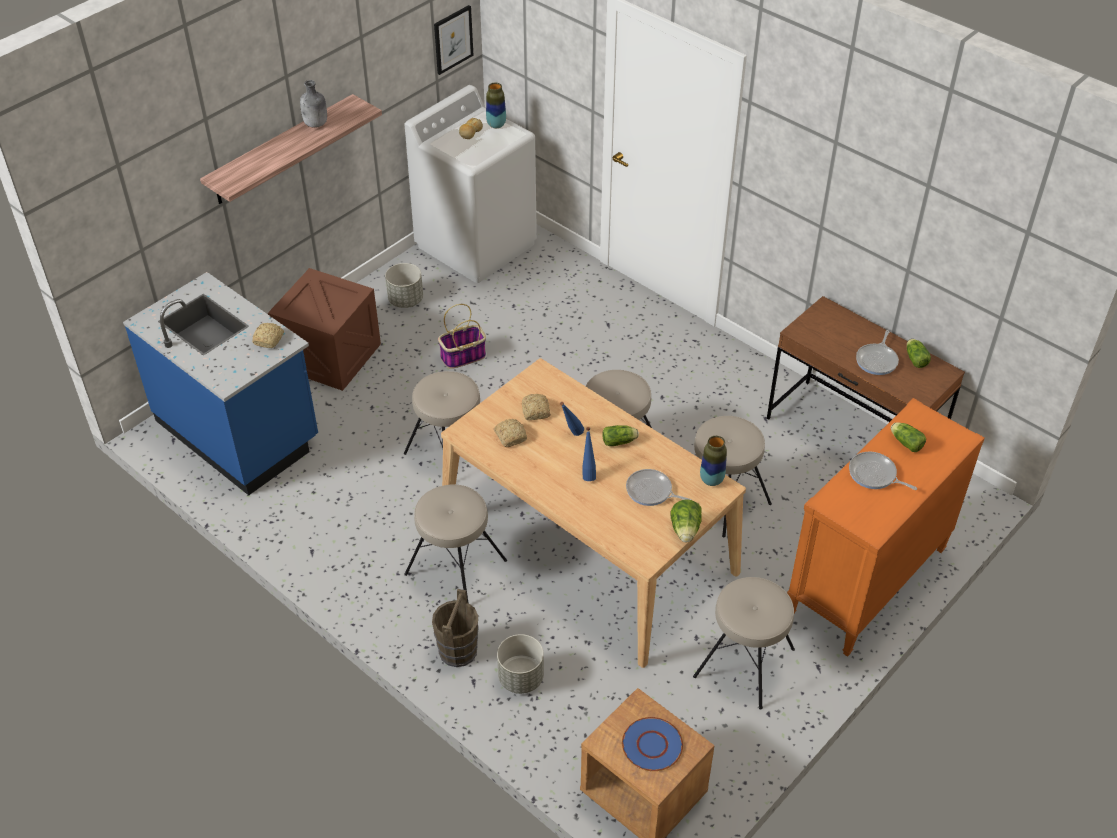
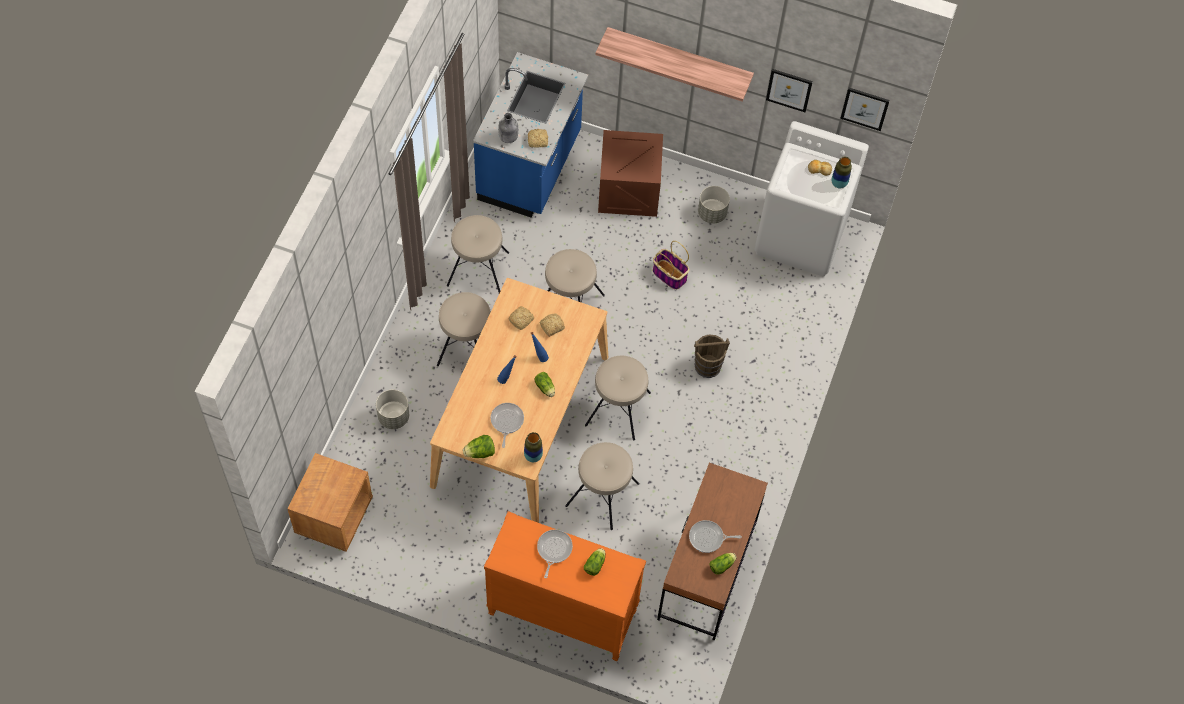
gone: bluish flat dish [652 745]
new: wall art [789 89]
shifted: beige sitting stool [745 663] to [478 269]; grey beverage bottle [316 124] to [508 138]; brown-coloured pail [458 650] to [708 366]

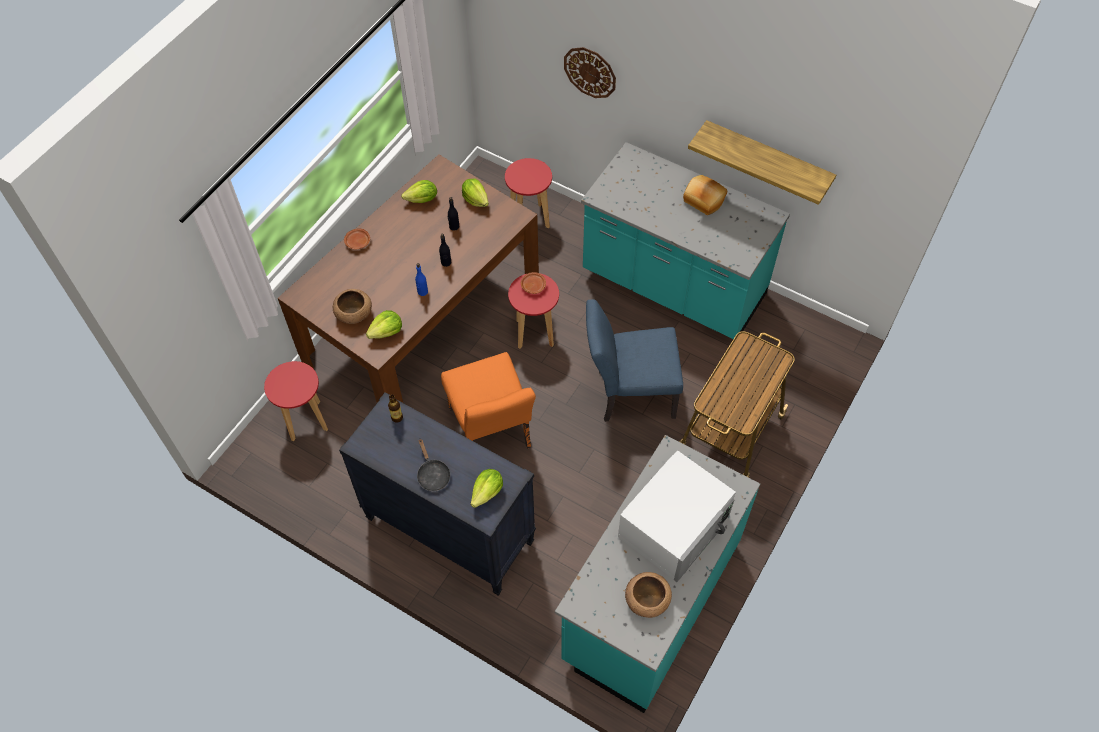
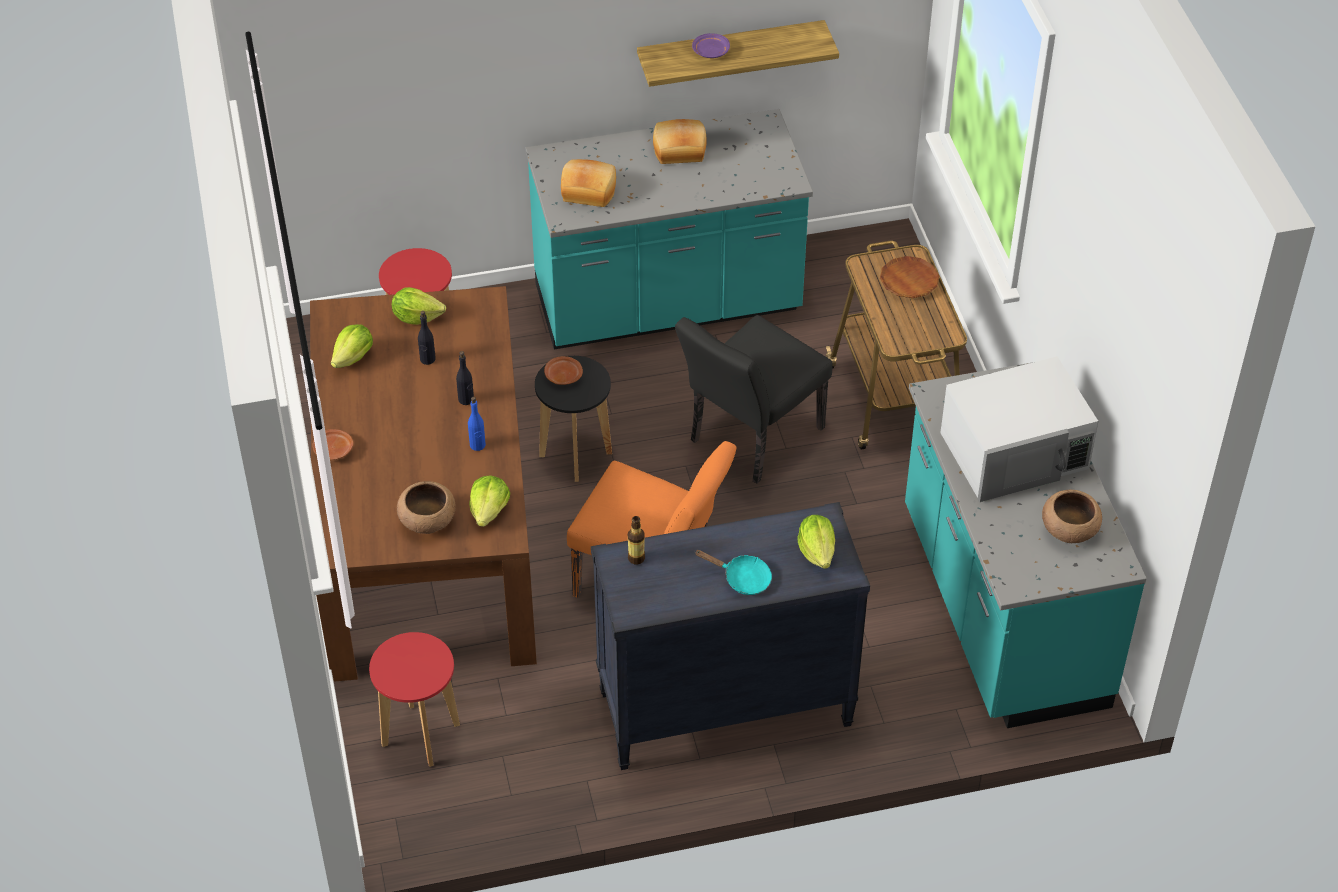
gone: wall clock [590 72]
new: bakery bread [589 190]; purple-coloured flat dish [710 51]; brown-coloured flat dish [909 281]
repainted: reddish sitting stool [535 333] to black-coloured sitting stool [576 455]; bluish upright chair [629 393] to black-coloured upright chair [749 439]; black-coloured pan [432 474] to turquoise-coloured pan [742 578]
rotated: white-coloured kitchen microwave [675 526] = [1015 451] 75 degrees clockwise

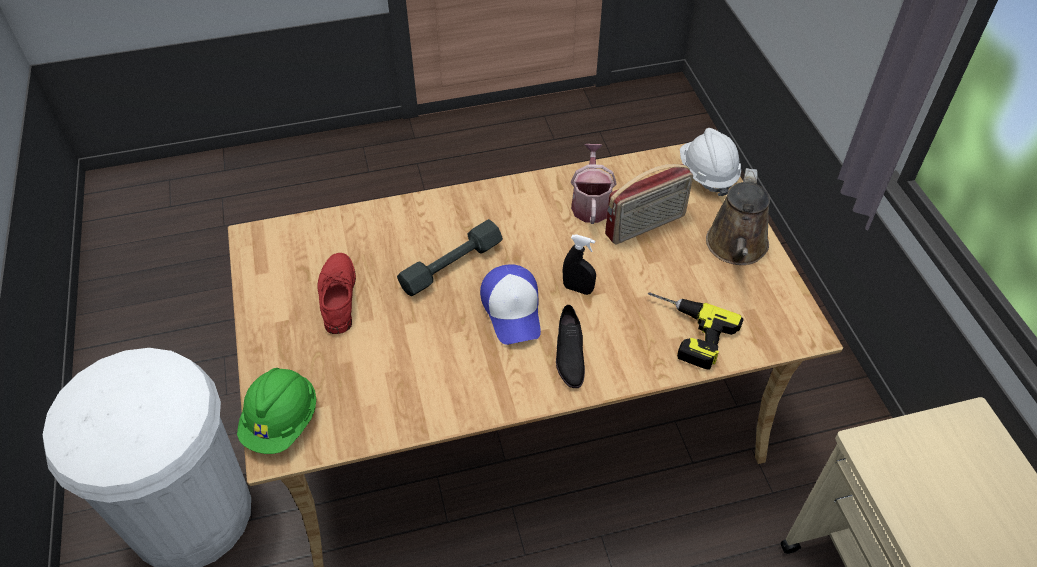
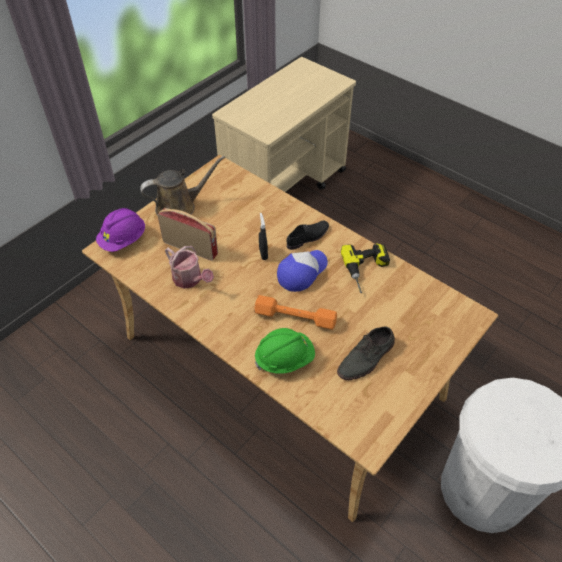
shifted: greenish safety helmet [282 422] to [284 359]; drill [684 332] to [367 271]
repainted: white-coloured safety helmet [707 174] to purple-coloured safety helmet [123 240]; grey hand weight [451 265] to orange hand weight [295 317]; reddish shoe [337 295] to grey shoe [366 358]
rotated: watering can [591 203] = [190 280] 105 degrees counterclockwise

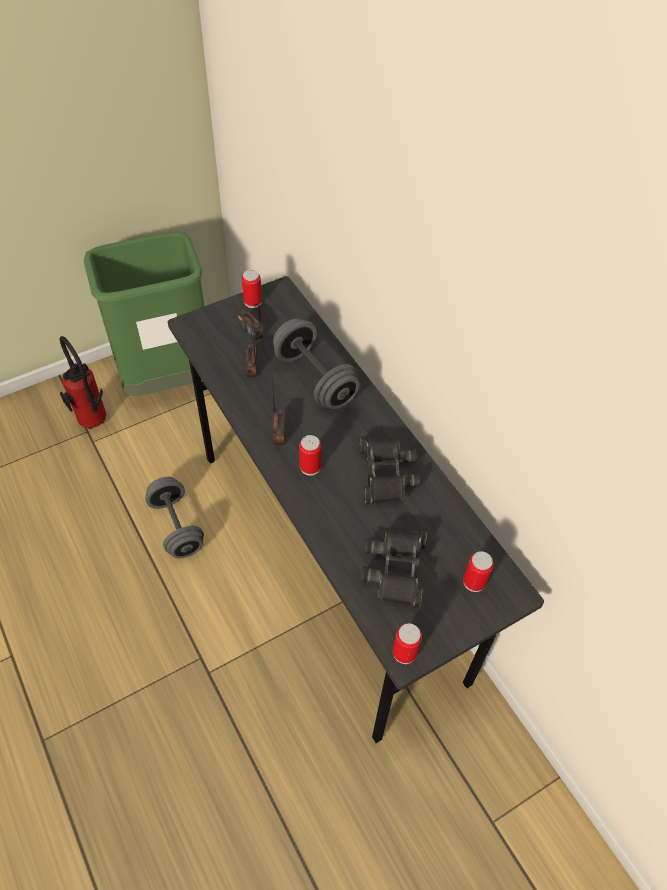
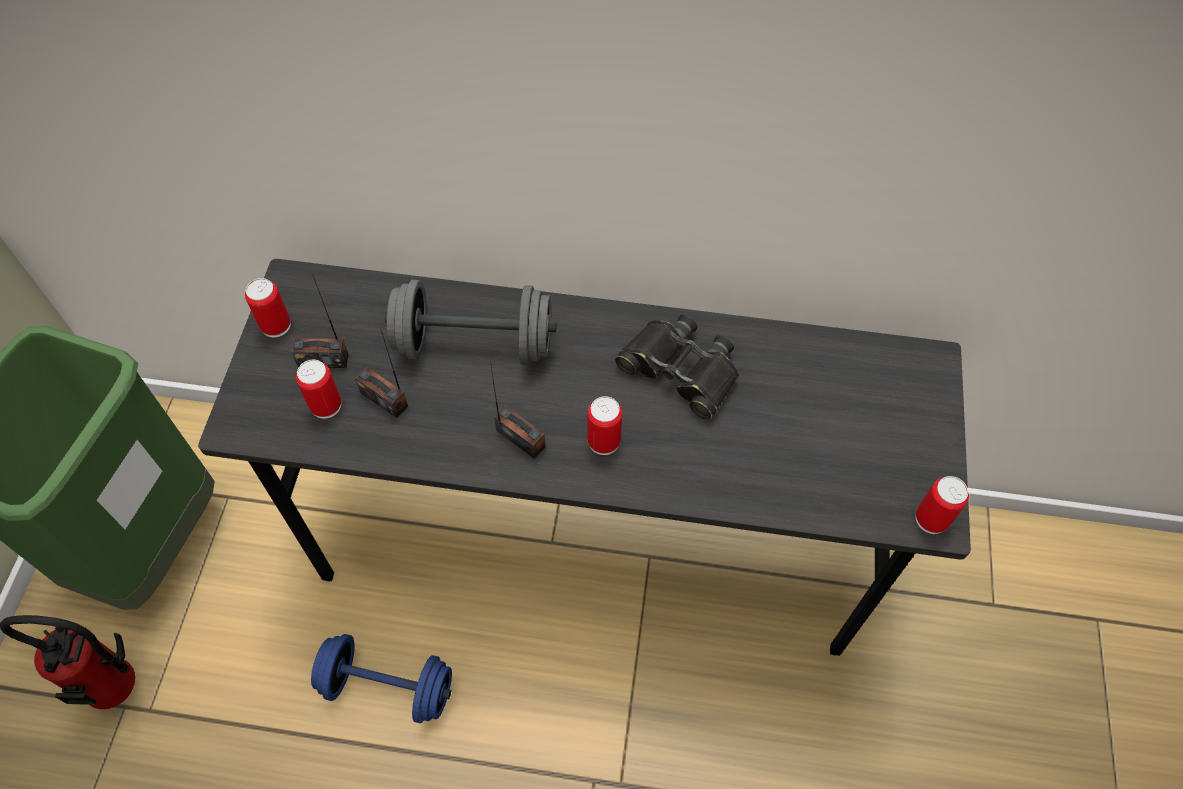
gone: black-coloured field glasses [396 568]
shifted: can [474 582] to [326 405]
repainted: grey hand weight [176 527] to bluish hand weight [387 686]

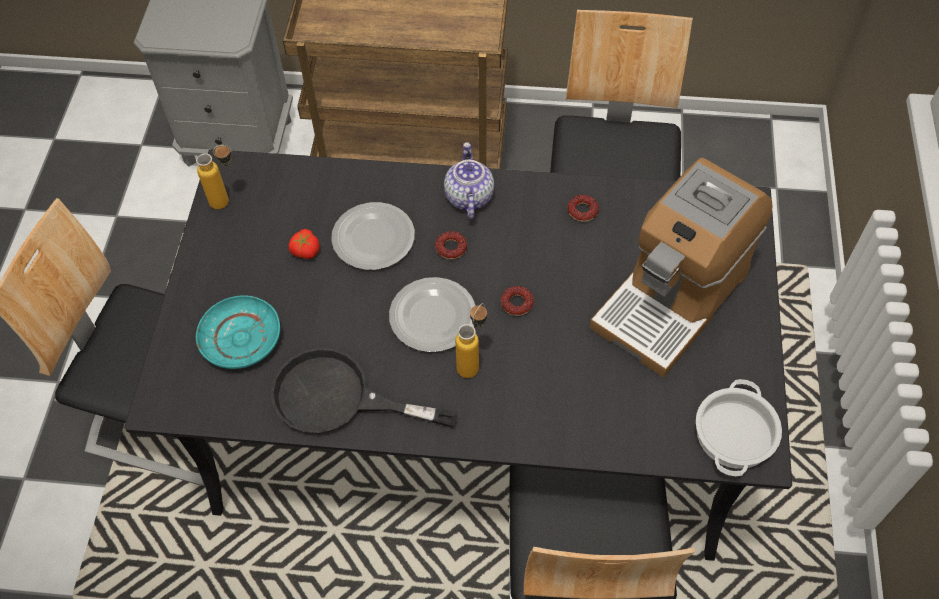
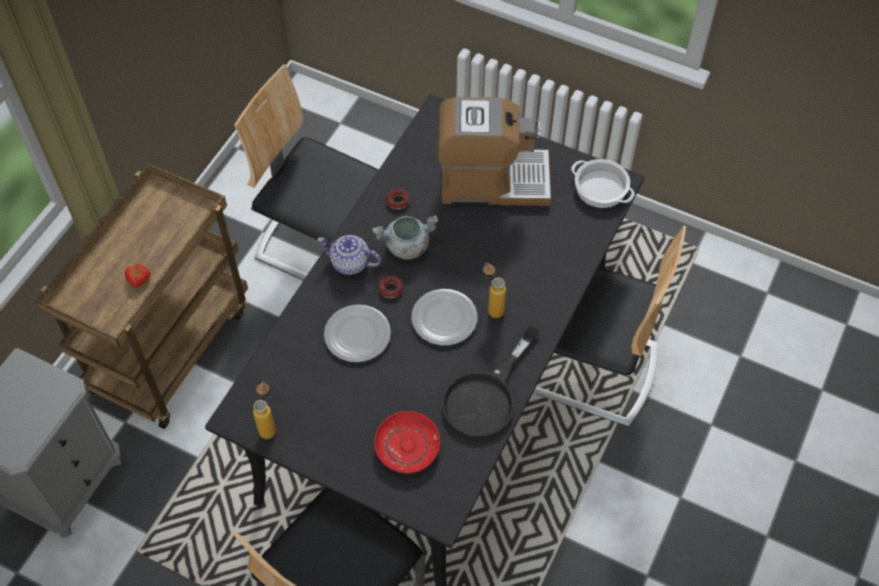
gone: donut [517 303]
new: grey saucepot [406 246]
shifted: tomato [305 251] to [139 280]
repainted: turquoise-coloured flat dish [241 339] to reddish flat dish [407 446]
rotated: coffee brewer [671 298] = [492 180] 60 degrees counterclockwise

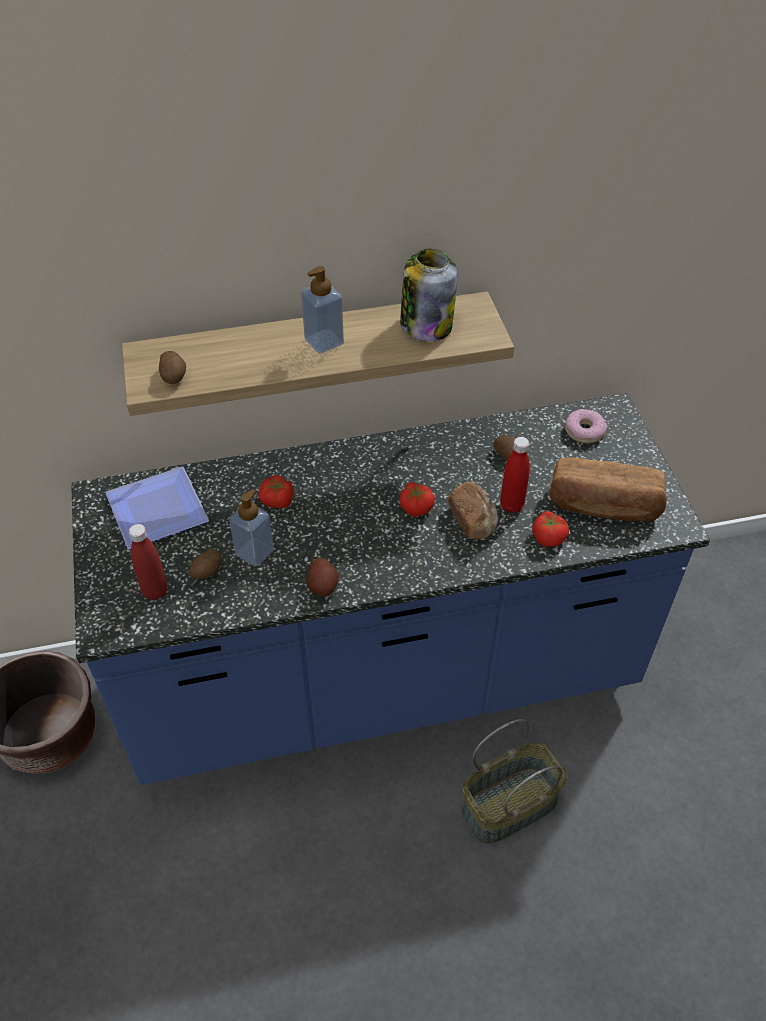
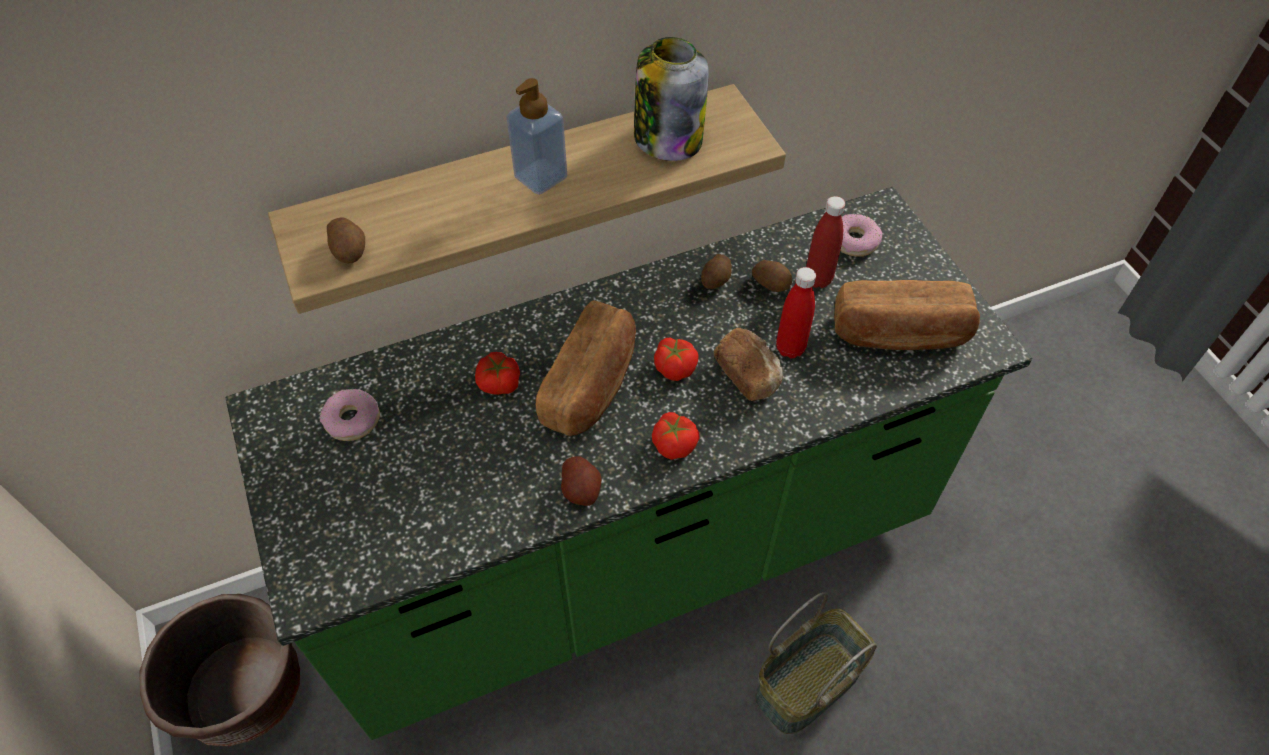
gone: soap dispenser [254 552]
new: bakery bread [592 385]
shifted: tomato [548 537] to [674 443]; spud [207 571] to [716 280]; reddish beverage bottle [155 591] to [818 279]
swapped: flat dish [161 511] to donut [352 420]
repainted: bluish kitchen counter [383 682] to greenish kitchen counter [634 557]

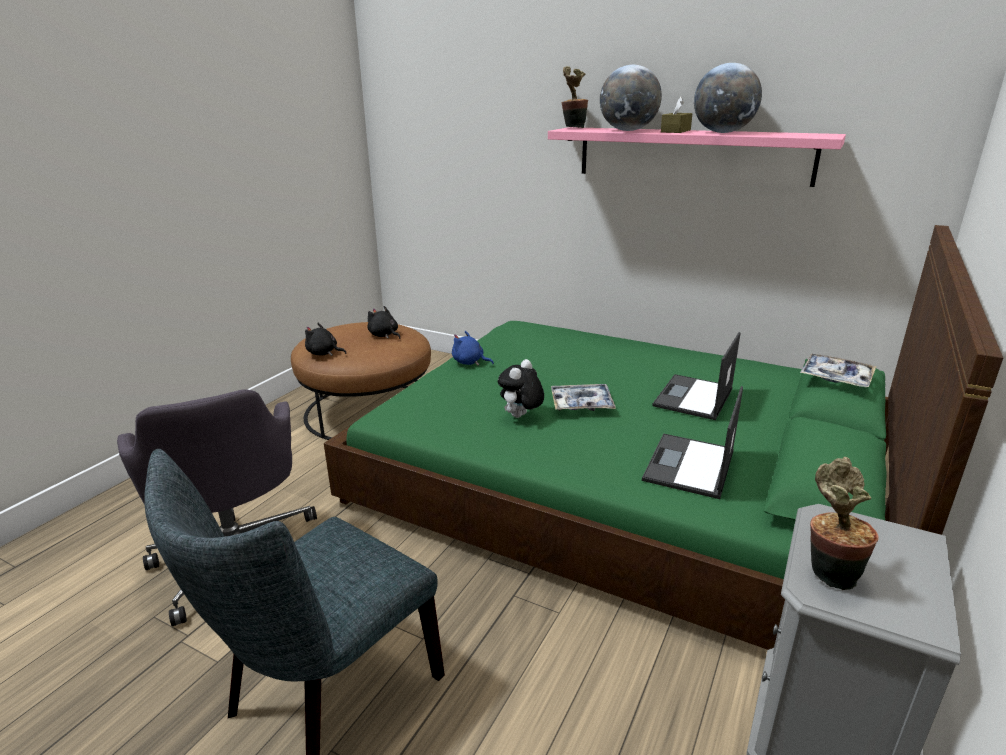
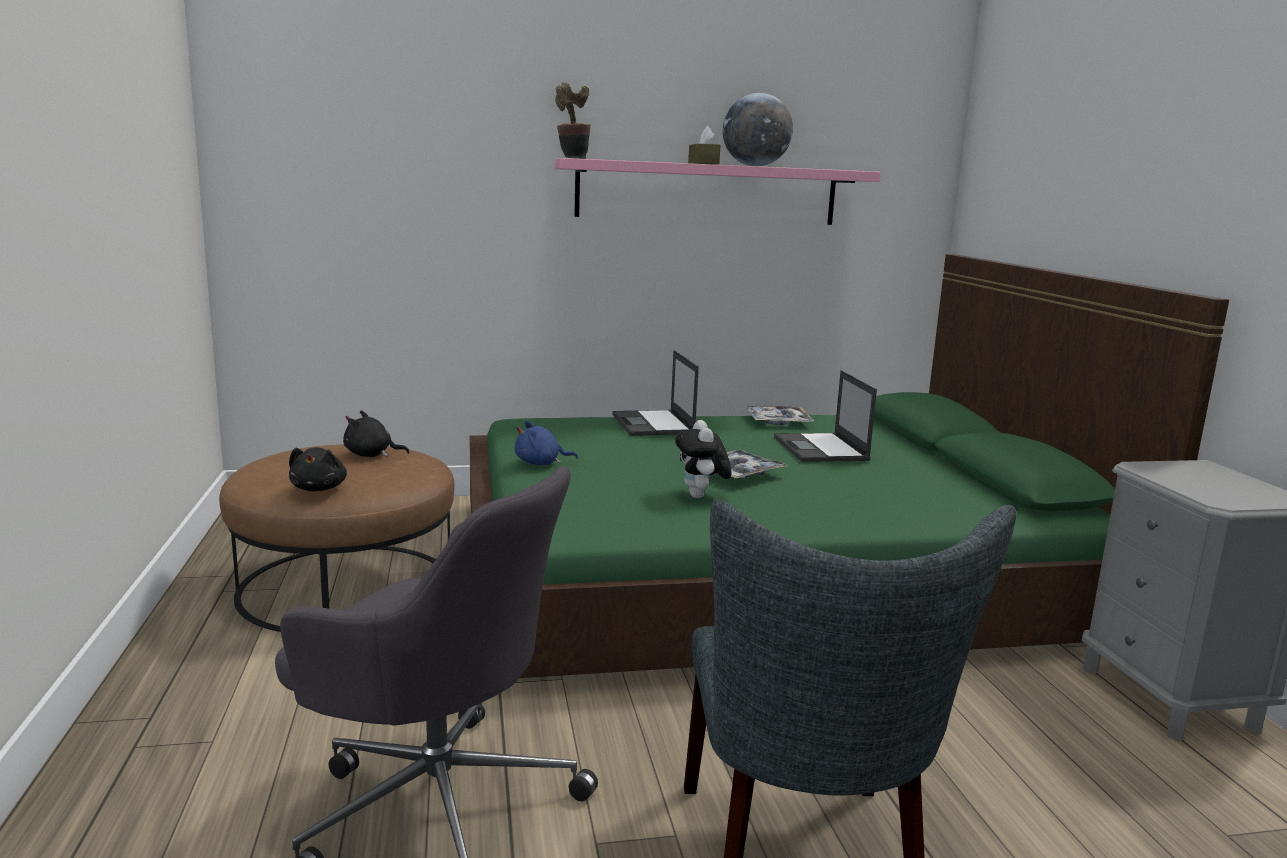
gone: desk globe [628 130]; plant in a pot [828 573]
shifted: laptop [689 466] to [653 424]; tray [836 377] to [777 422]
rotated: black-coloured plush toy [324 353] = [319 488] 75 degrees counterclockwise

